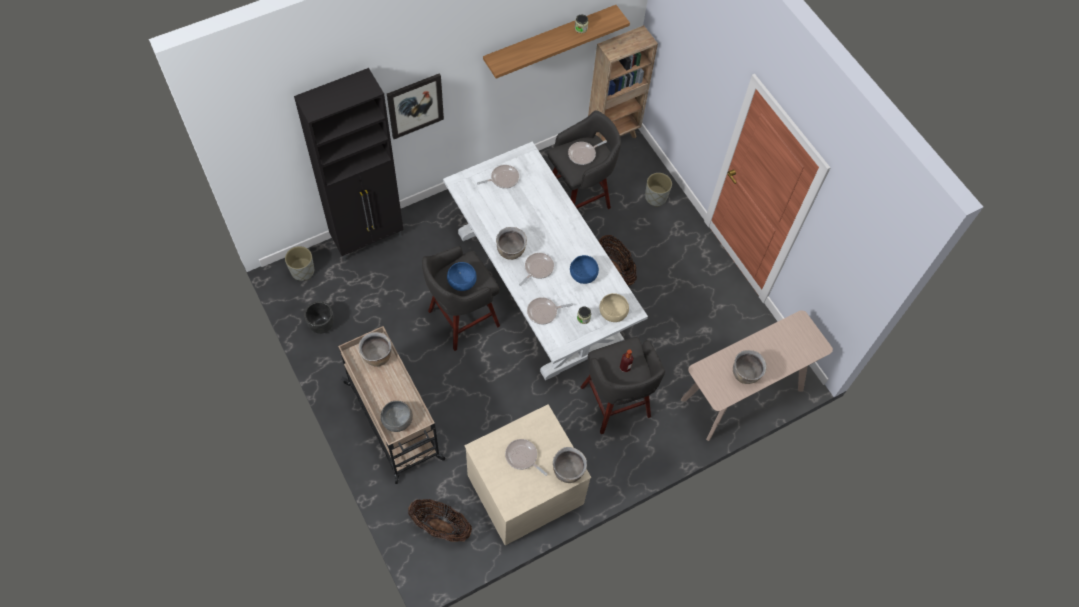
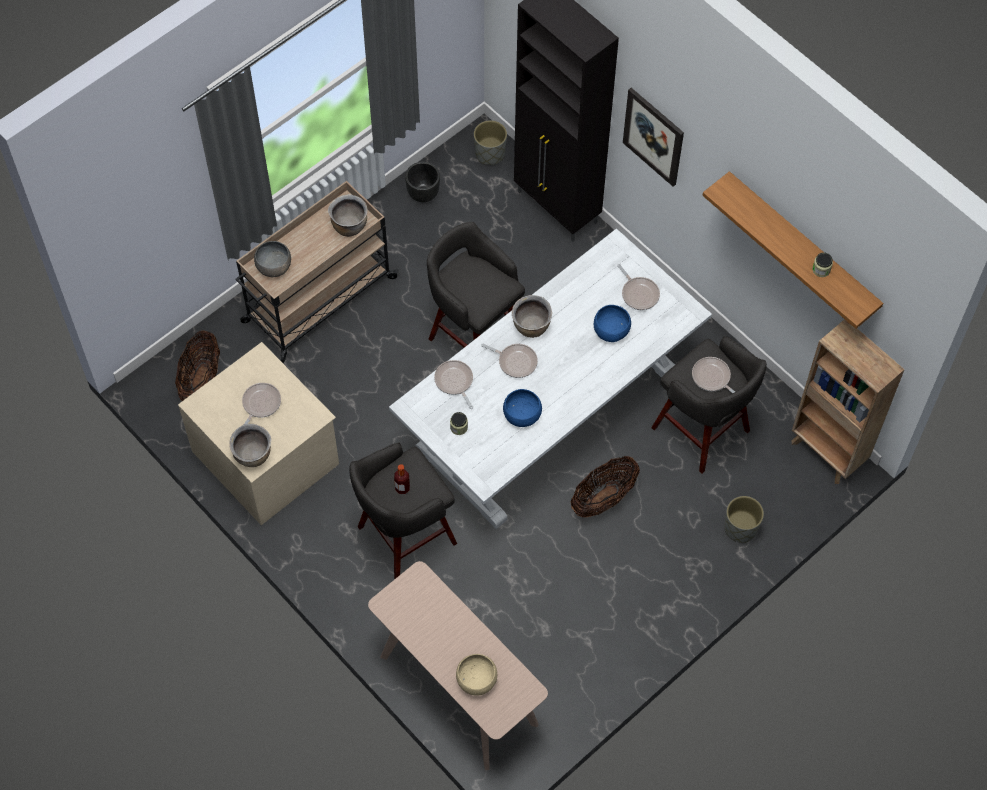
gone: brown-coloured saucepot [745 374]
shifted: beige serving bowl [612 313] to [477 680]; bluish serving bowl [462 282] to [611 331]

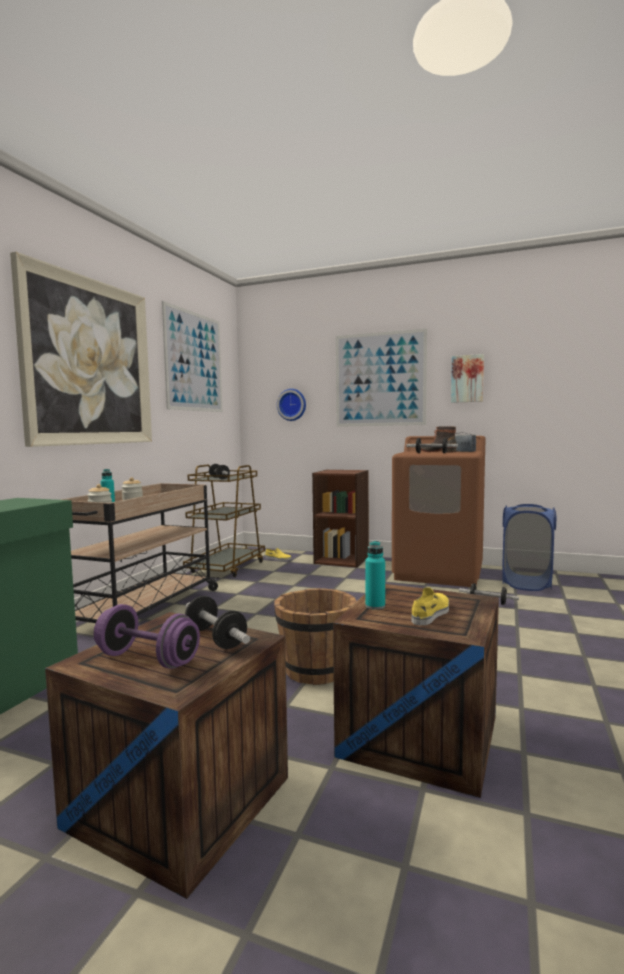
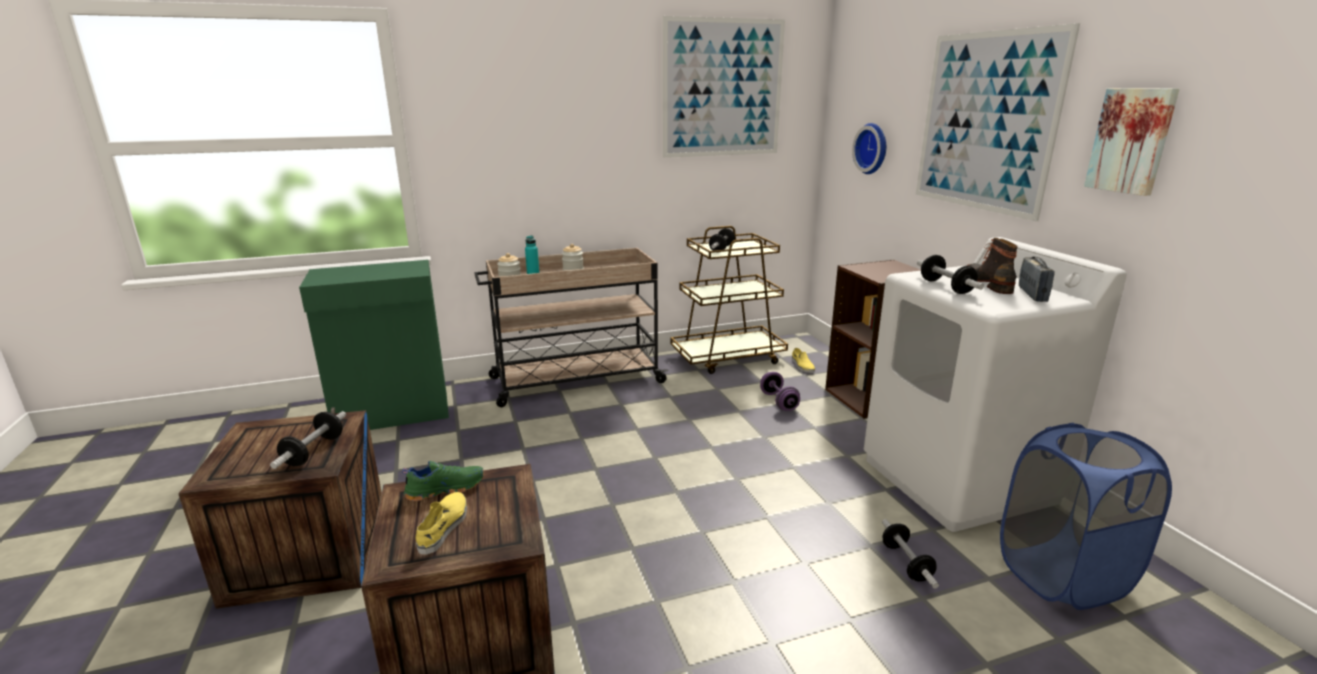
gone: wall art [89 362]; brown-coloured pail [316 670]
shifted: purple-coloured hand weight [147 659] to [778 402]
swapped: turquoise-coloured beverage bottle [375 606] to greenish shoe [445 488]
repainted: brown-coloured washing machine [439 572] to white-coloured washing machine [958 480]
rotated: yellow-coloured shoe [431 613] = [444 526] 75 degrees counterclockwise

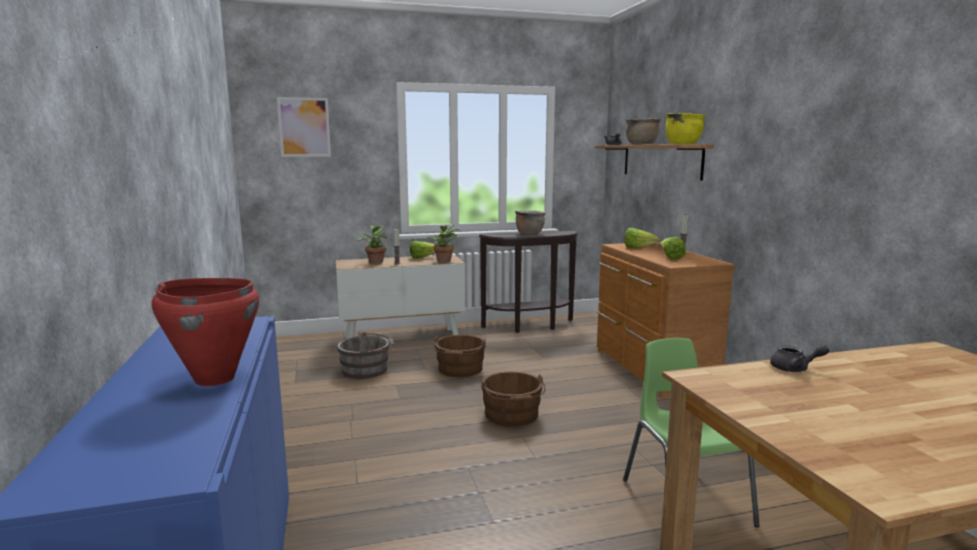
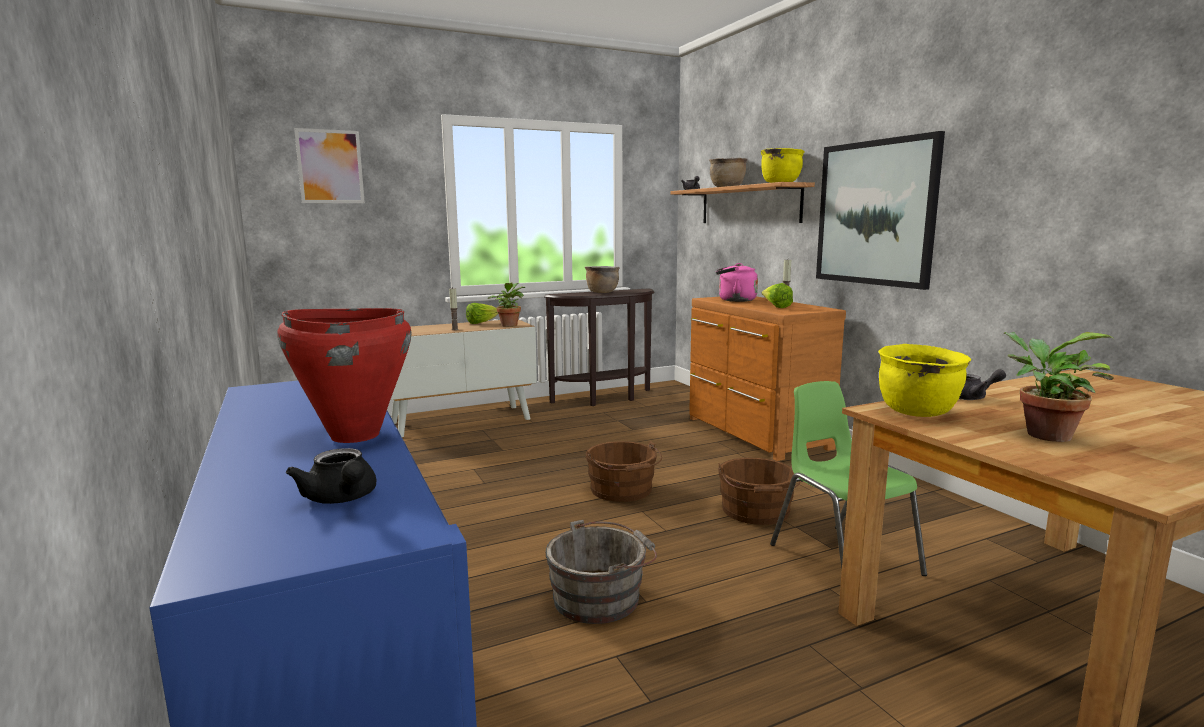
new: black-coloured tea pot [342 499]; wall art [875 213]; yellow-coloured saucepot [918 412]
shifted: grey pail [367 370] to [601 597]; brown-coloured pail [459 370] to [756 512]; plant in a pot [375 262] to [1042 435]
swapped: head of lettuce [638 248] to pink-coloured tea kettle [734 300]

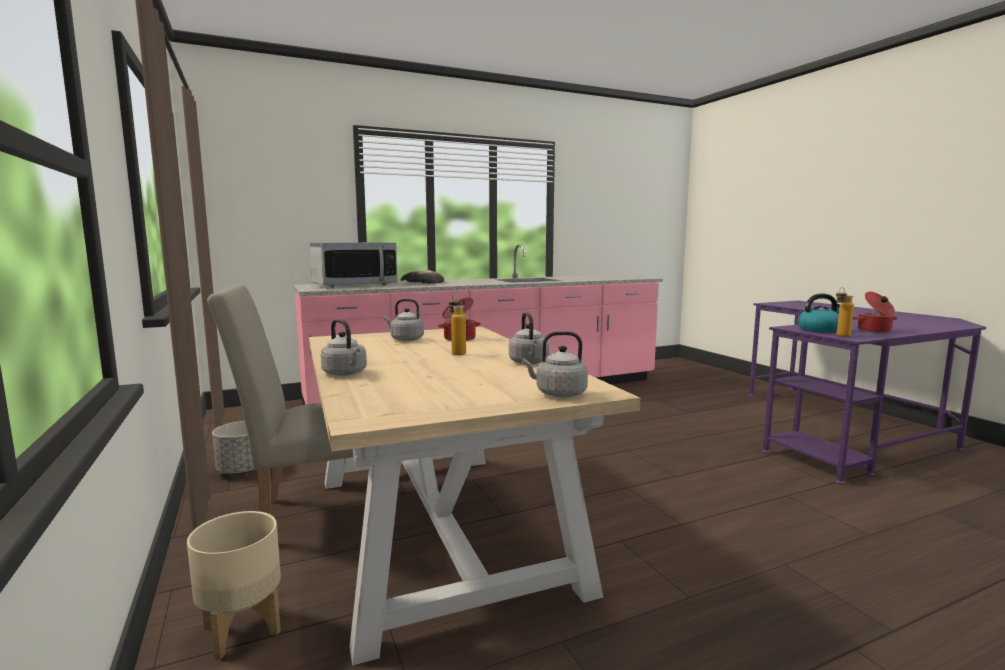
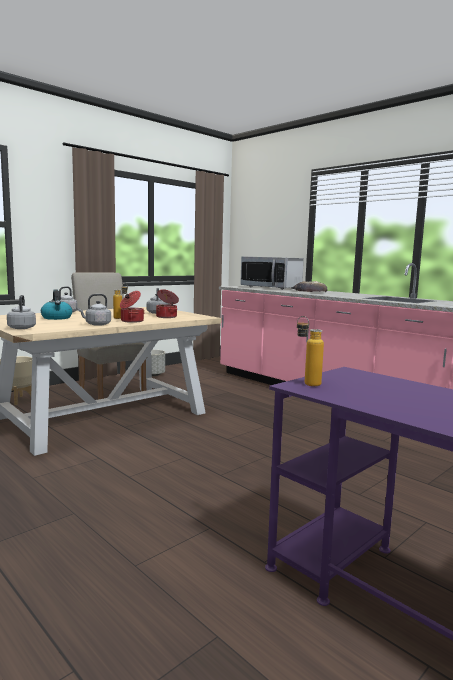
shifted: tea kettle [819 330] to [57 318]; saucepot [874 330] to [131 321]

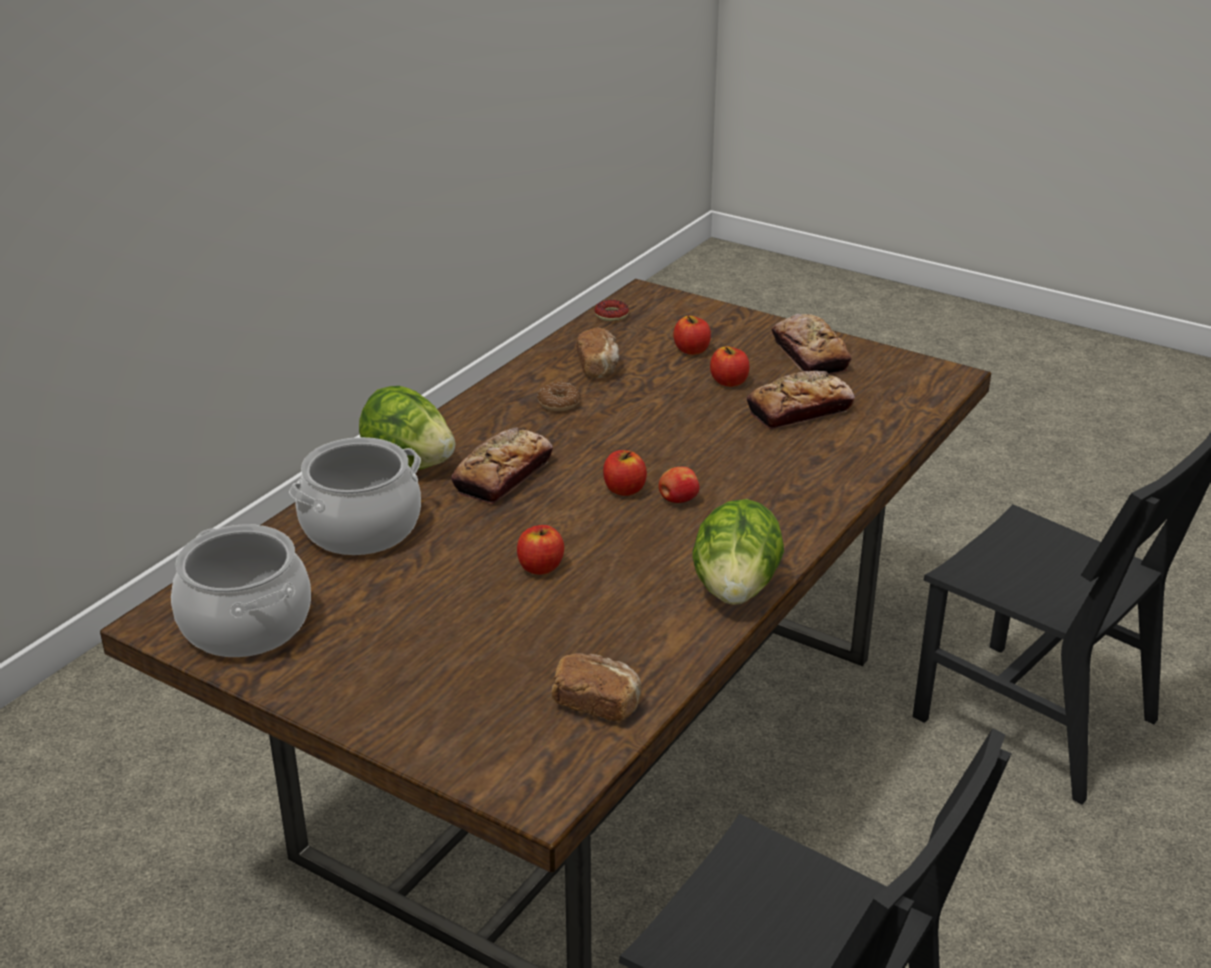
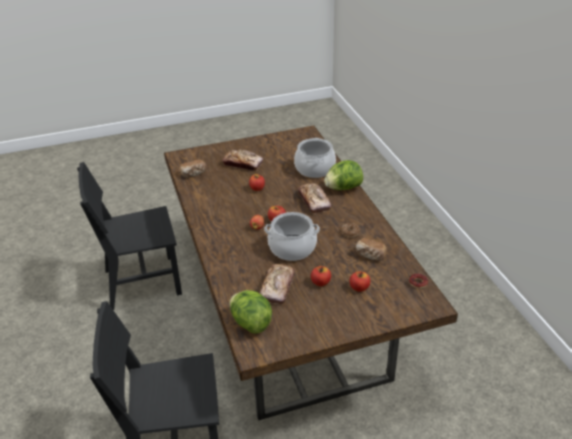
shifted: bakery bread [809 355] to [243 164]; head of lettuce [736 589] to [250 323]; saucepot [245 624] to [292 248]

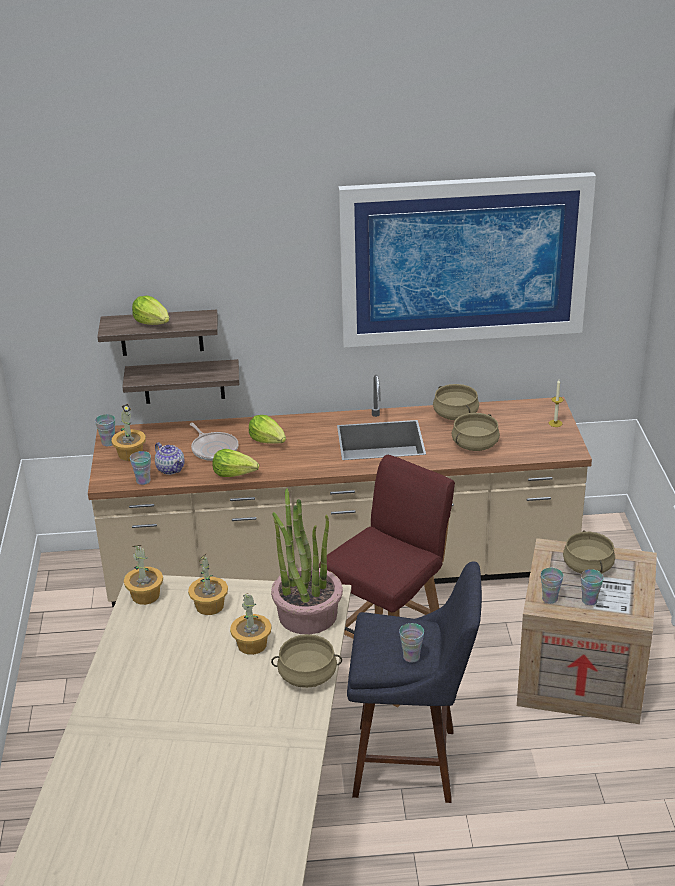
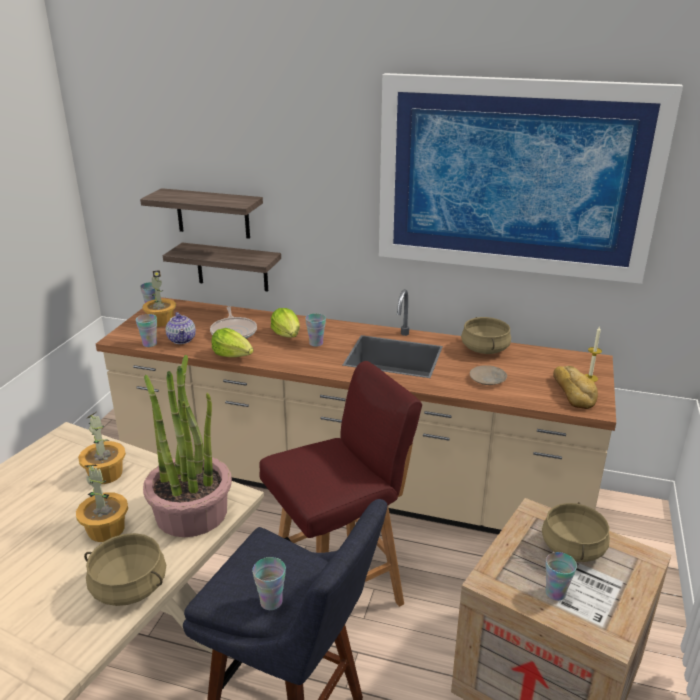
gone: plant in a pot [145 596]; head of lettuce [153 323]
new: bakery bread [574 391]
shifted: small cup [550 599] to [316 343]
swapped: beige saucepot [474 444] to beige flat dish [488 379]

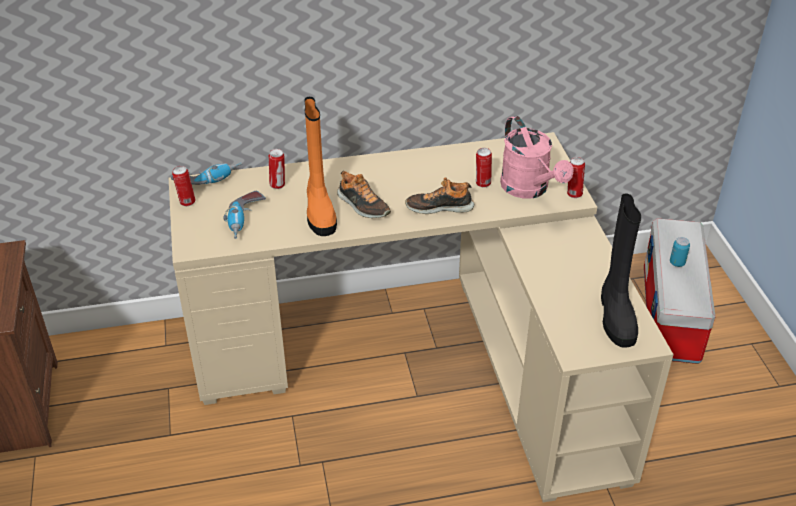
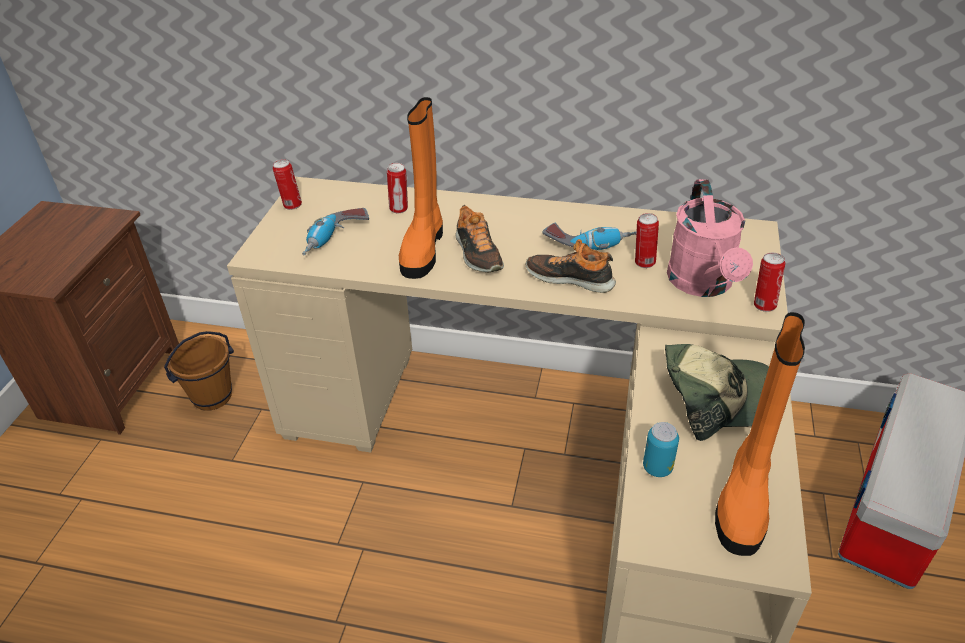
new: brown-coloured pail [212 396]; cap [718 398]
shifted: drill [208 179] to [589 243]; can [677 263] to [657 468]
repainted: black-coloured boot [615 316] to orange boot [744 498]

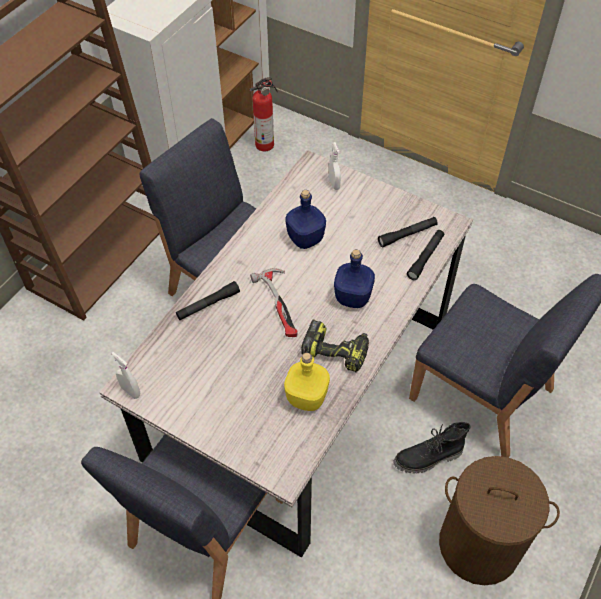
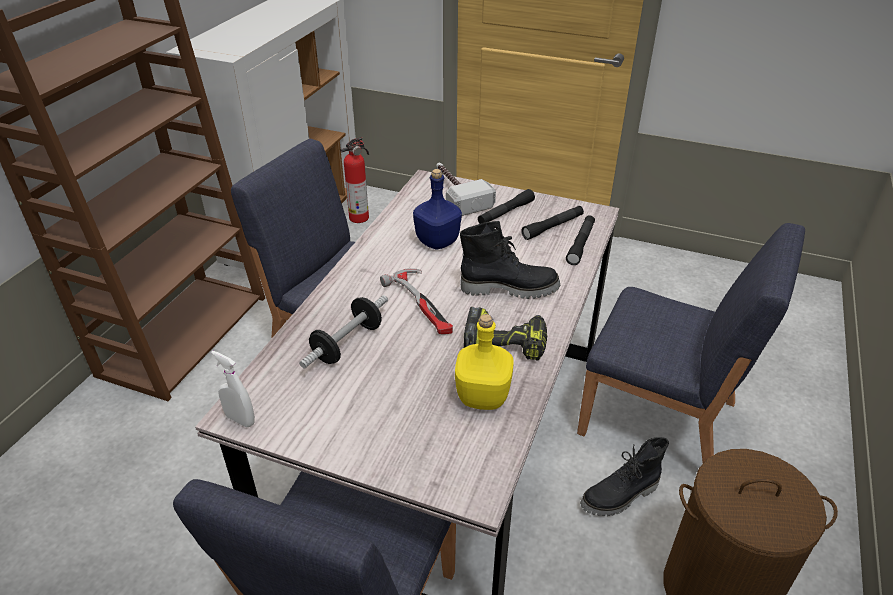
new: hand weight [347 343]
shifted: black-coloured torch [208 305] to [505 213]
swapped: white-coloured sprayer [334 184] to tool hammer [456 193]; bluish beverage bottle [353 297] to black-coloured boot [509 288]

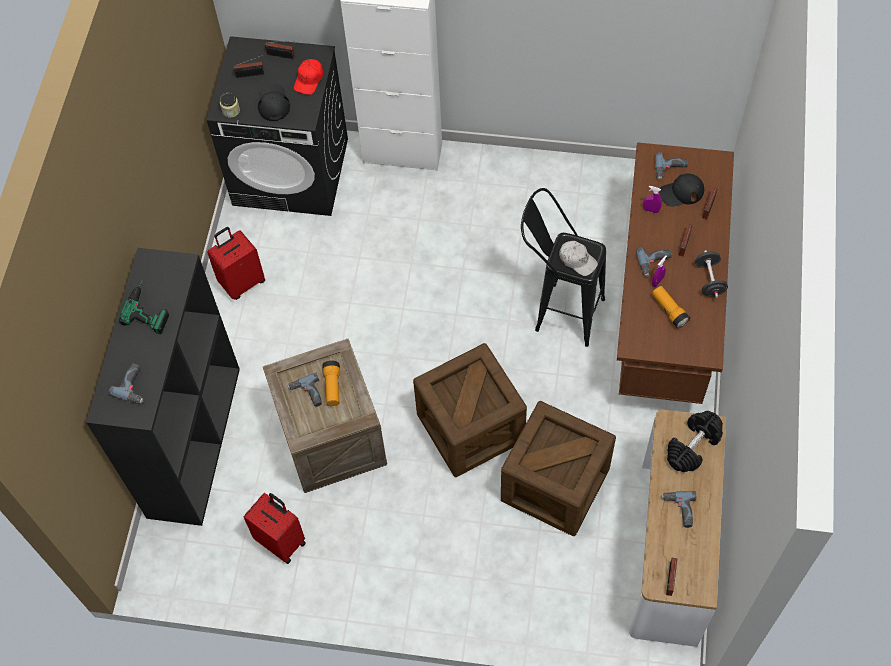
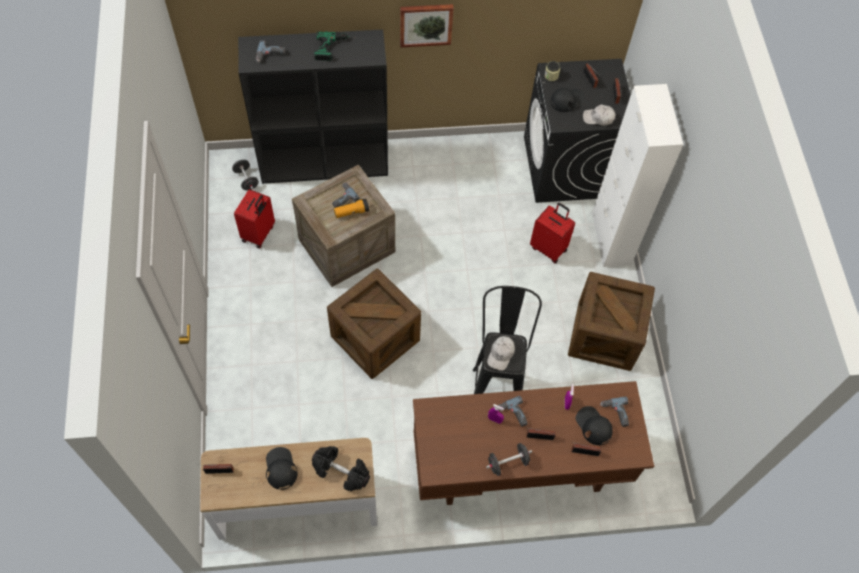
gone: torch [669 310]
new: black-coloured hand weight [246 180]; wall art [425 24]
shifted: reddish piece of luggage [242 282] to [549 248]; shipping crate [555 485] to [604 336]
swapped: drill [679 510] to black-coloured cap [280 468]
repainted: reddish cap [309 80] to white-coloured cap [598 118]

